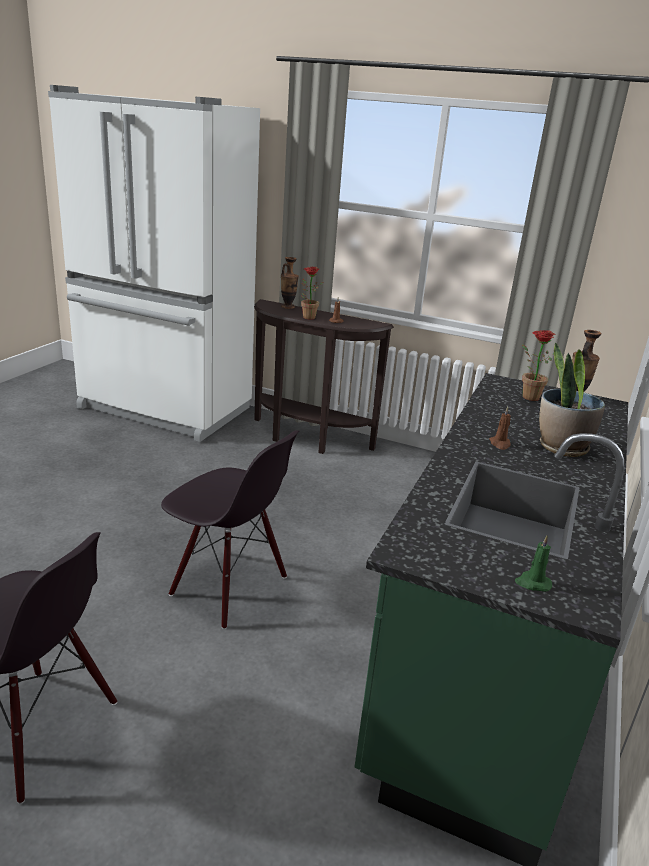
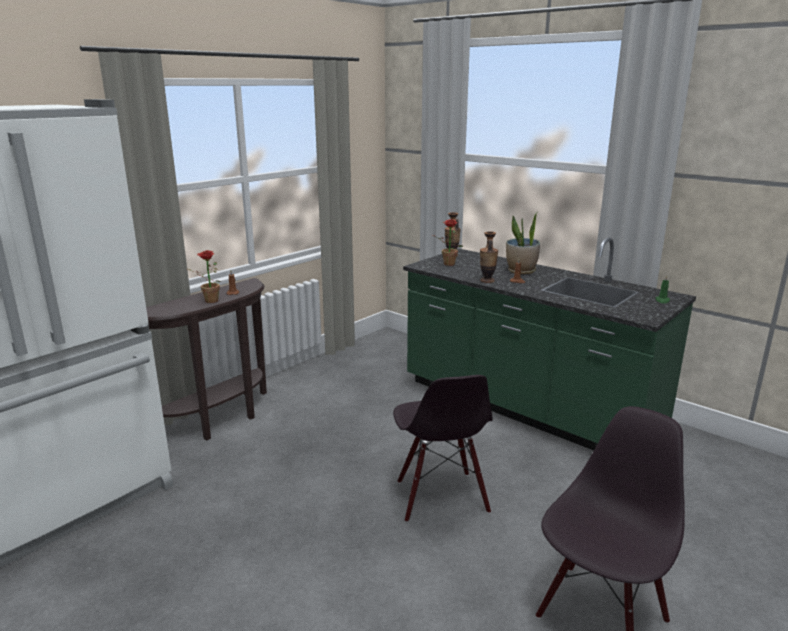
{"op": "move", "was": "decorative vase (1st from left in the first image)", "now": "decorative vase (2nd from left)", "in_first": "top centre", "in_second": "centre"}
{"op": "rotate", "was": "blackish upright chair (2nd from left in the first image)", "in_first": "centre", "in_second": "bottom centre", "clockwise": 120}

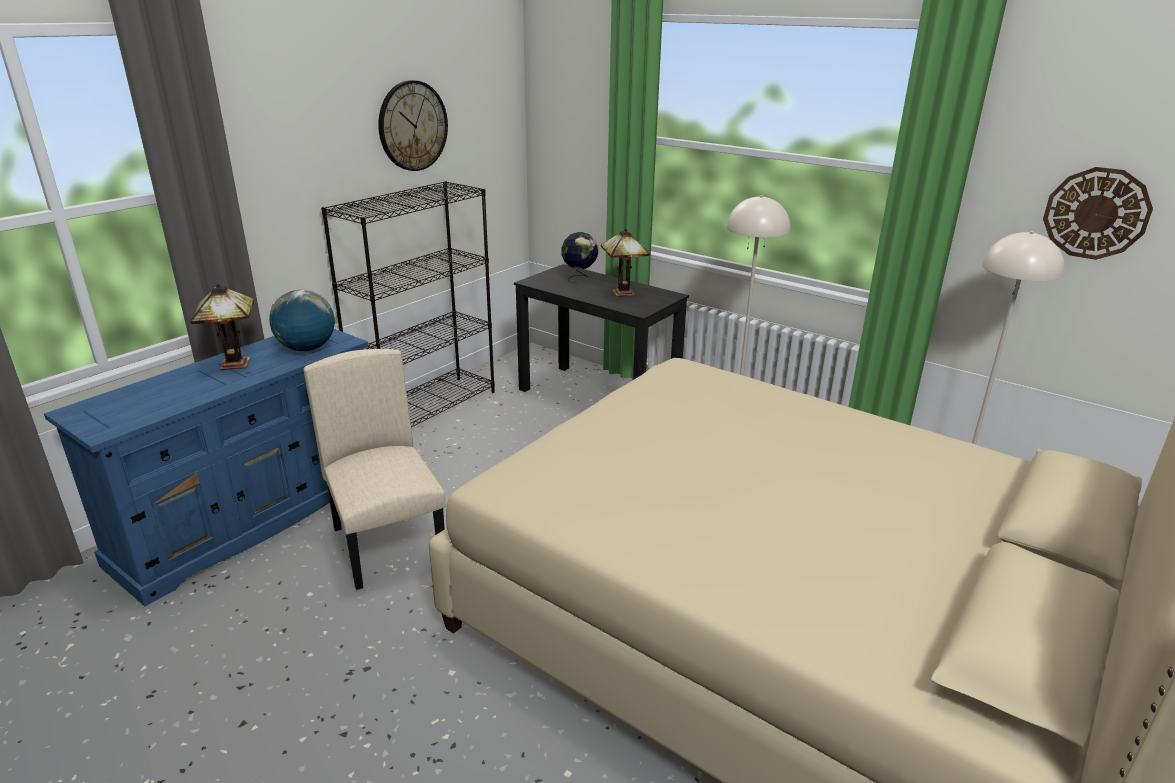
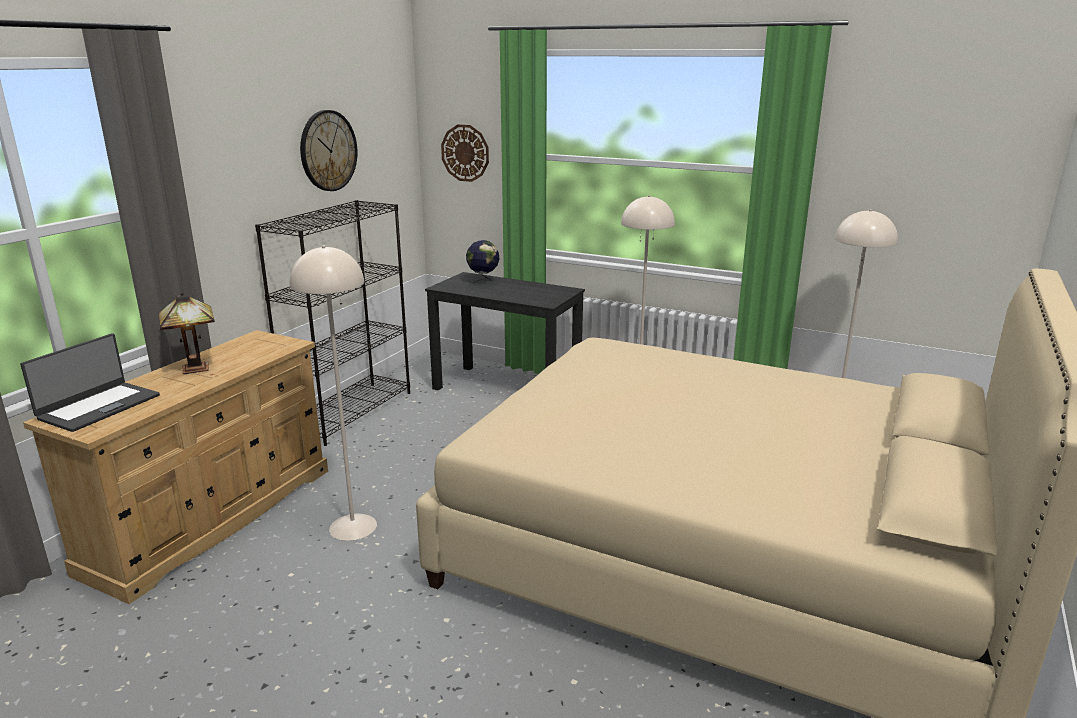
{"op": "move", "was": "clock on the wall (2nd from left)", "in_first": "top right", "in_second": "top centre"}
{"op": "delete", "was": "table lamp (2nd from left)", "in_first": "centre"}
{"op": "delete", "was": "desk globe (1st from left)", "in_first": "middle left"}
{"op": "recolor", "was": "blue-coloured drawer chest", "now": "beige-coloured drawer chest", "in_first": "middle left", "in_second": "middle left"}
{"op": "replace", "was": "beige-coloured upright chair", "now": "beige-coloured floor lamp (1st from left)", "in_first": "middle left", "in_second": "middle left"}
{"op": "insert", "now": "laptop", "in_second": "middle left"}

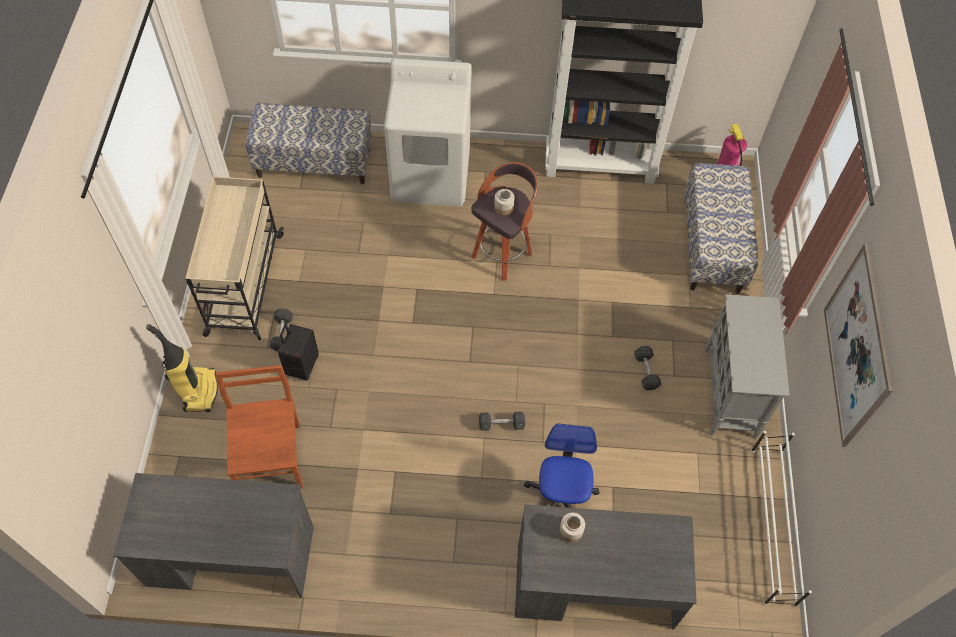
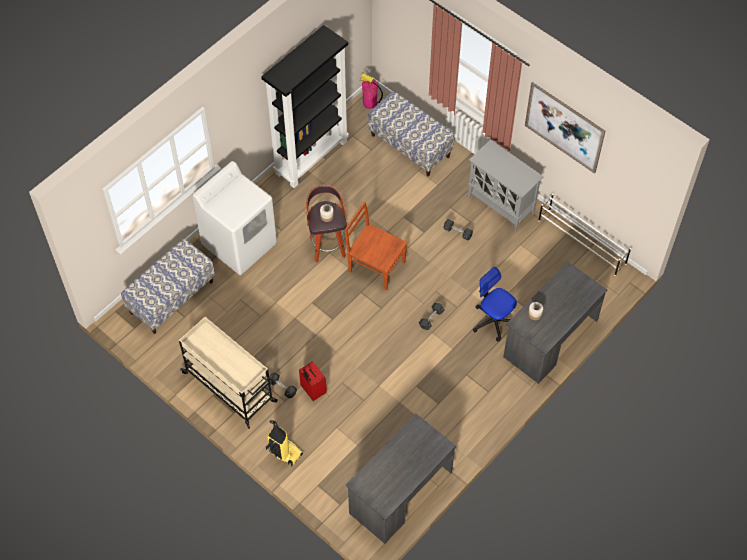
{"op": "recolor", "was": "blackish travel case", "now": "red-coloured travel case", "in_first": "middle left", "in_second": "bottom centre"}
{"op": "move", "was": "brown upright chair", "in_first": "bottom left", "in_second": "centre"}

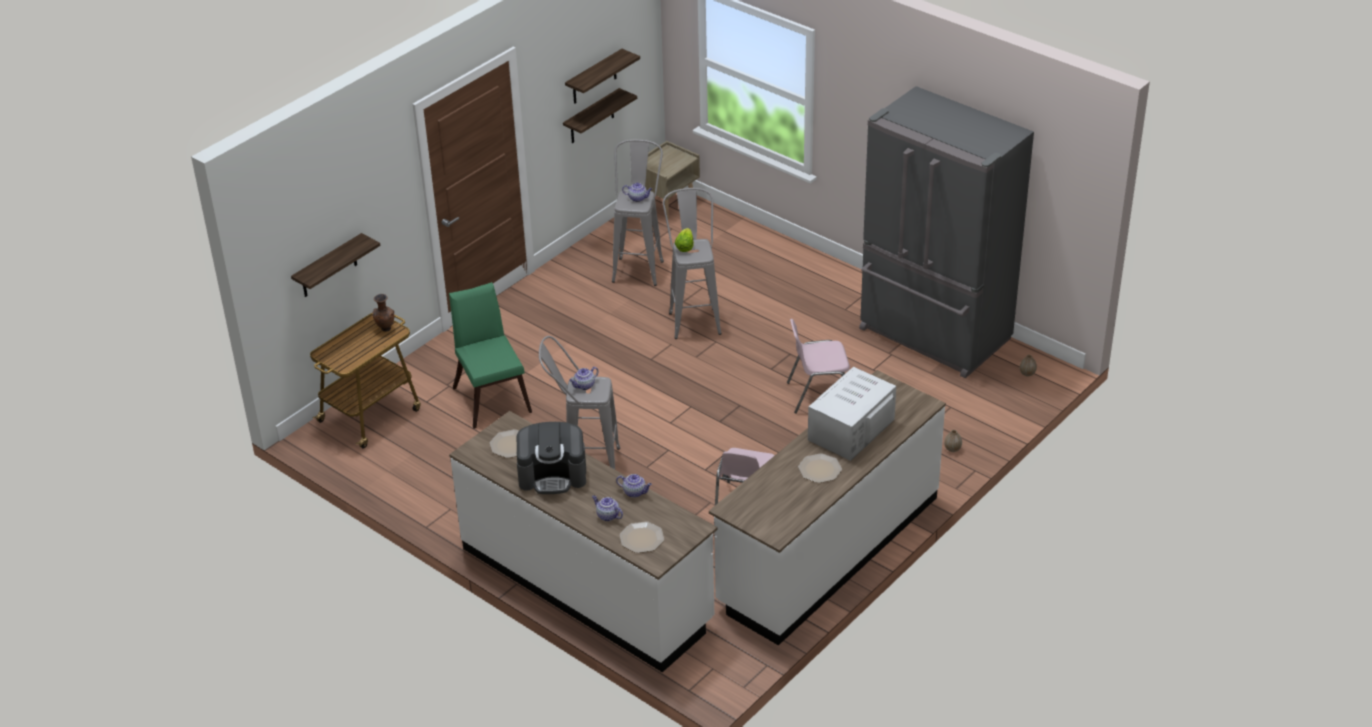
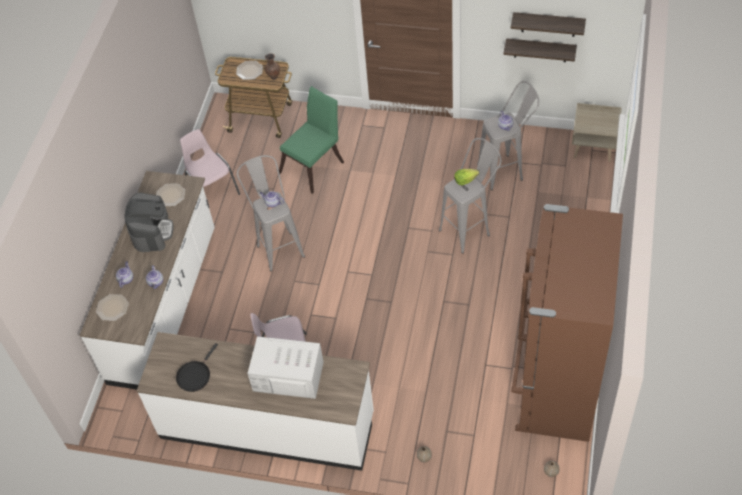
{"op": "recolor", "was": "grey kitchen fridge", "now": "brown kitchen fridge", "in_first": "top right", "in_second": "middle right"}
{"op": "delete", "was": "bracket shelf (1st from left)", "in_first": "middle left"}
{"op": "move", "was": "pinkish upright chair (2nd from left in the first image)", "now": "pinkish upright chair (1st from left)", "in_first": "centre", "in_second": "top left"}
{"op": "rotate", "was": "coffee machine", "in_first": "centre", "in_second": "middle left", "clockwise": -150}
{"op": "move", "was": "flat dish (3rd from left)", "in_first": "centre", "in_second": "top centre"}
{"op": "insert", "now": "blackish pan", "in_second": "bottom left"}

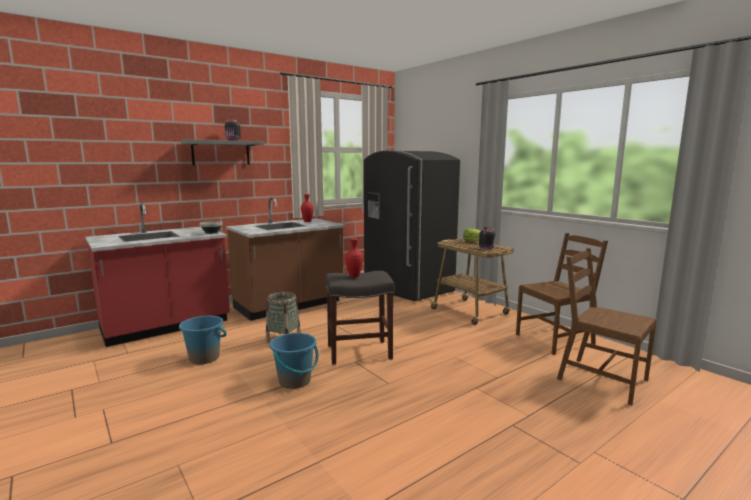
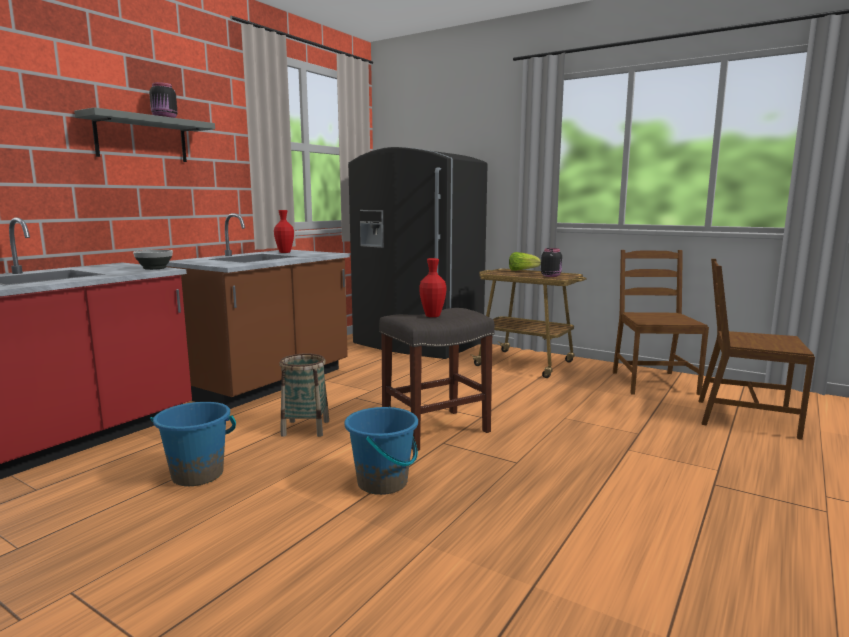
{"op": "rotate", "was": "brown upright chair (1st from left)", "in_first": "middle right", "in_second": "middle right", "clockwise": -45}

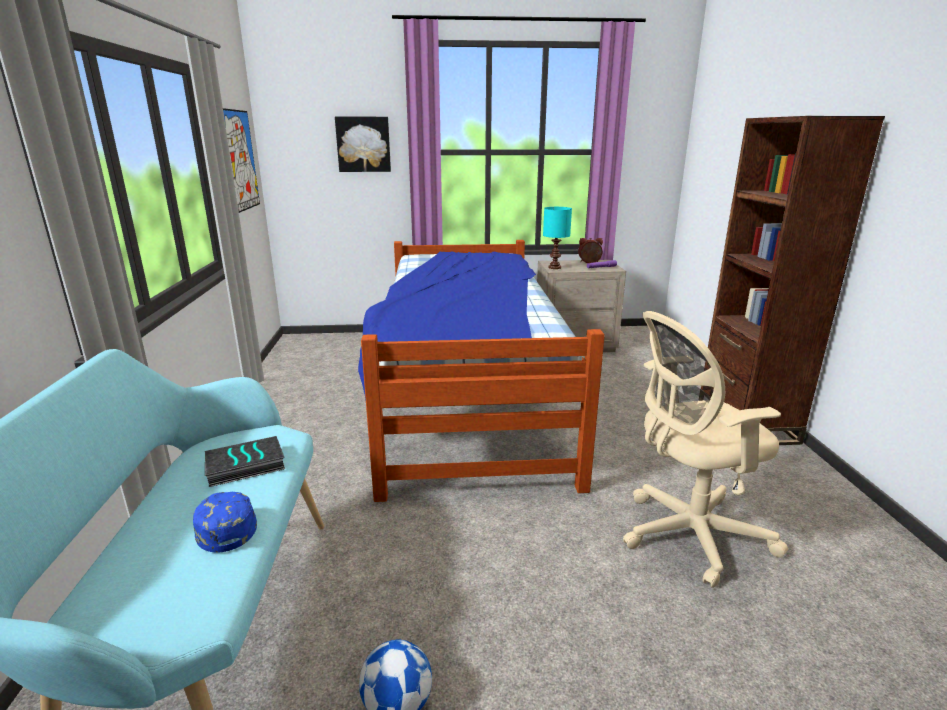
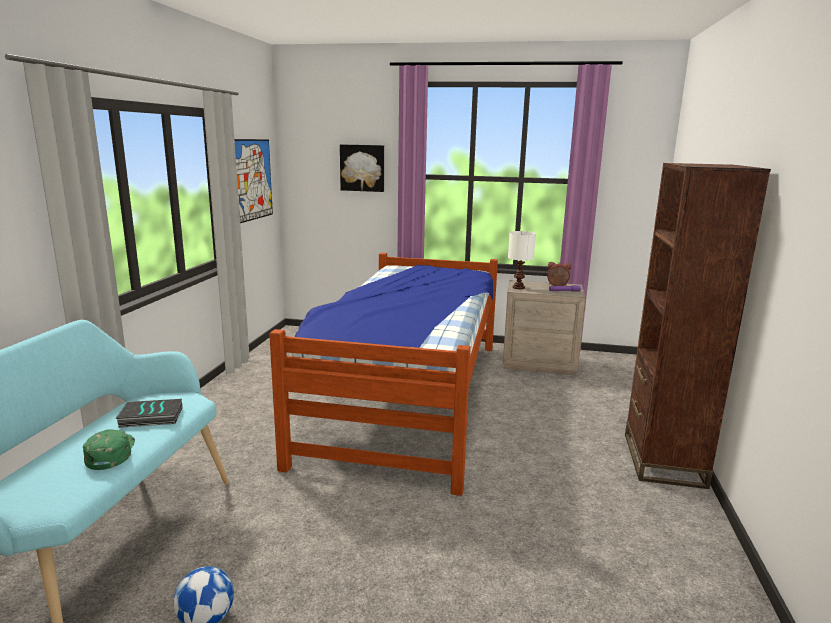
{"op": "recolor", "was": "turquoise table lamp", "now": "white-coloured table lamp", "in_first": "centre", "in_second": "centre"}
{"op": "delete", "was": "beige-coloured desk chair", "in_first": "middle right"}
{"op": "recolor", "was": "blue-coloured baseball cap", "now": "greenish baseball cap", "in_first": "bottom left", "in_second": "bottom left"}

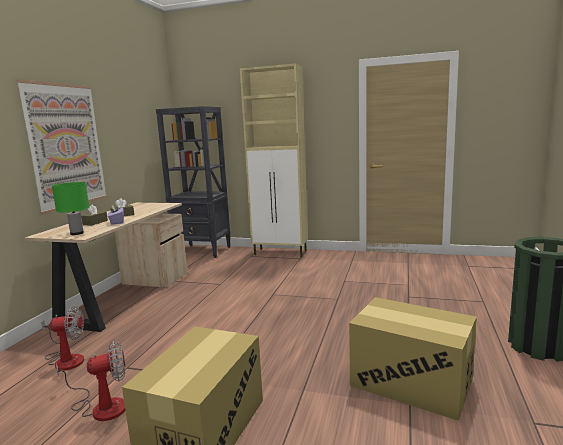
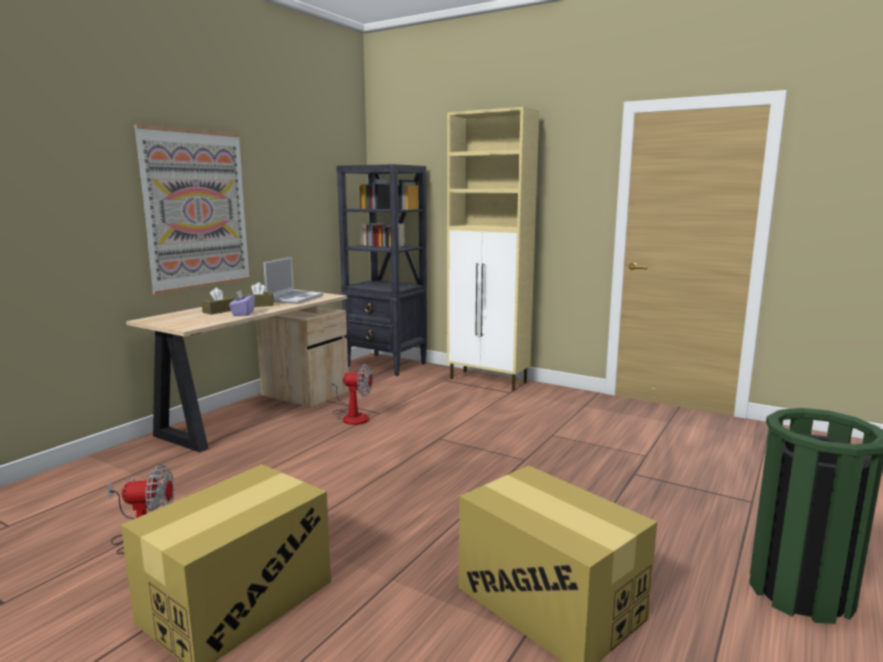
{"op": "delete", "was": "greenish table lamp", "in_first": "middle left"}
{"op": "move", "was": "cooling fan (1st from left in the first image)", "now": "cooling fan (2nd from left)", "in_first": "bottom left", "in_second": "centre"}
{"op": "insert", "now": "laptop", "in_second": "middle left"}

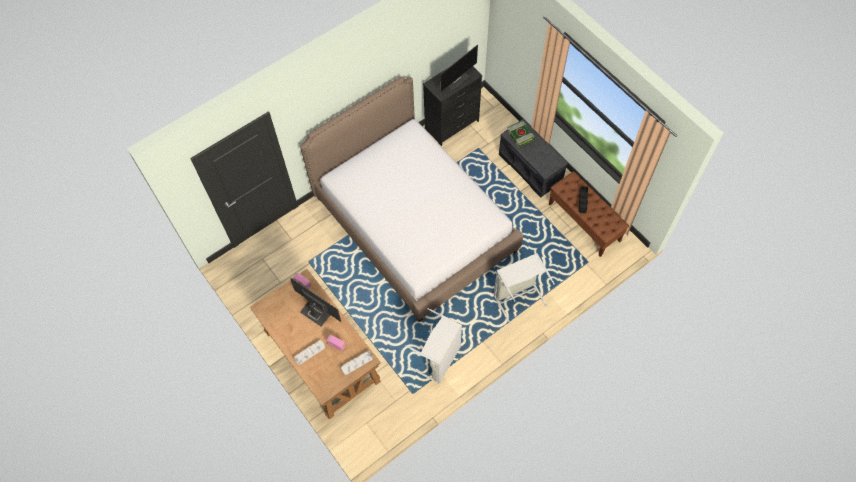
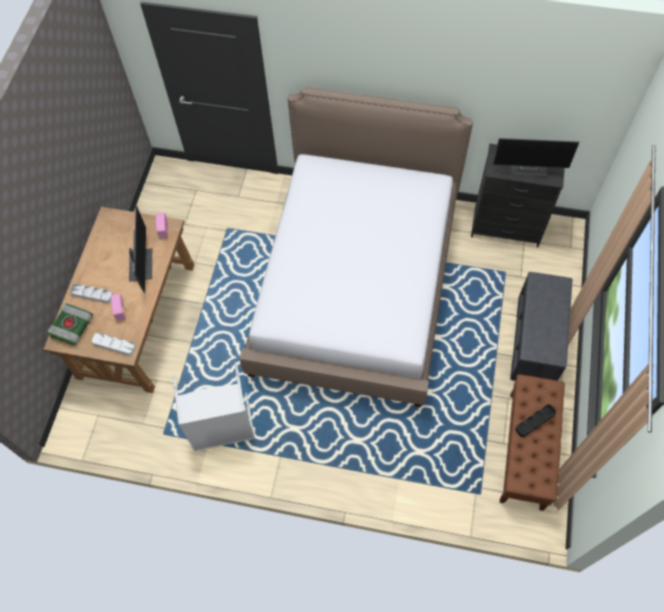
{"op": "move", "was": "volume", "in_first": "top centre", "in_second": "middle left"}
{"op": "delete", "was": "grey hamper (2nd from left)", "in_first": "centre"}

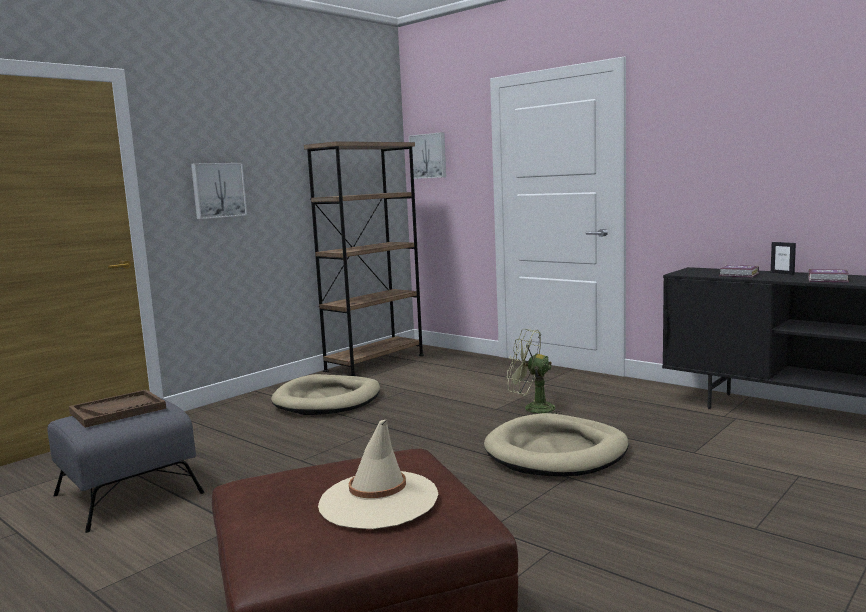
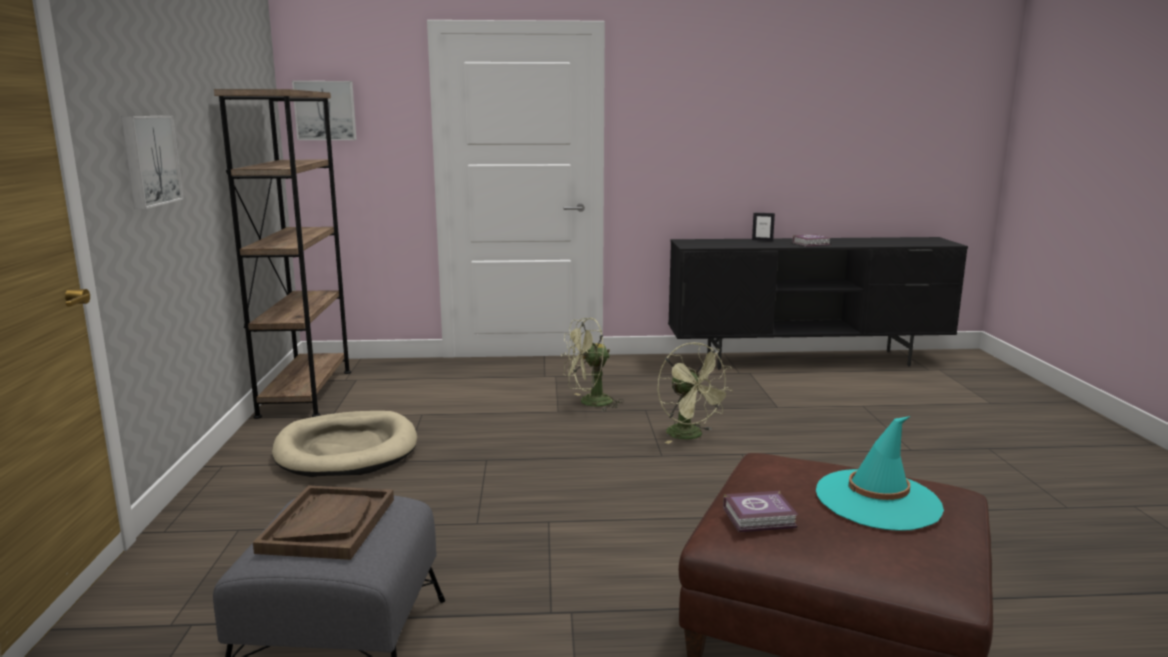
{"op": "move", "was": "volume (1st from left)", "in_first": "middle right", "in_second": "bottom centre"}
{"op": "replace", "was": "beige-coloured pet bed (2nd from left)", "now": "greenish cooling fan (2nd from left)", "in_first": "bottom centre", "in_second": "centre"}
{"op": "recolor", "was": "beige-coloured hat", "now": "turquoise hat", "in_first": "bottom centre", "in_second": "bottom right"}

